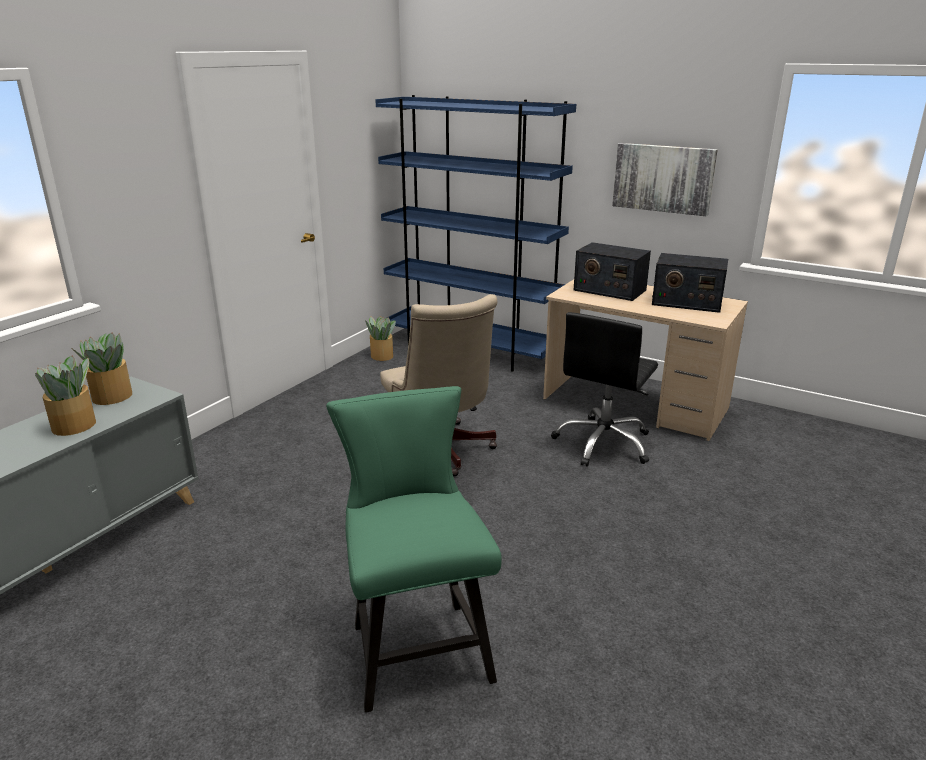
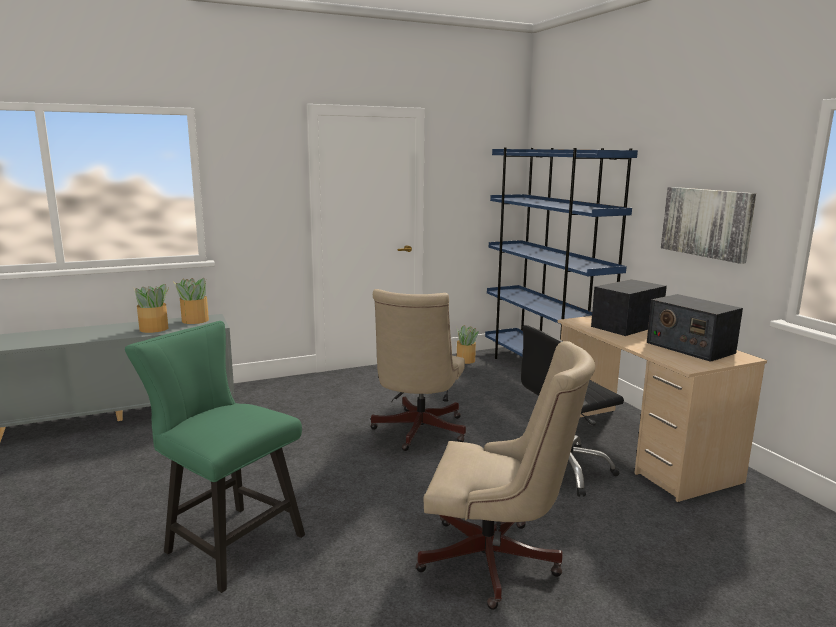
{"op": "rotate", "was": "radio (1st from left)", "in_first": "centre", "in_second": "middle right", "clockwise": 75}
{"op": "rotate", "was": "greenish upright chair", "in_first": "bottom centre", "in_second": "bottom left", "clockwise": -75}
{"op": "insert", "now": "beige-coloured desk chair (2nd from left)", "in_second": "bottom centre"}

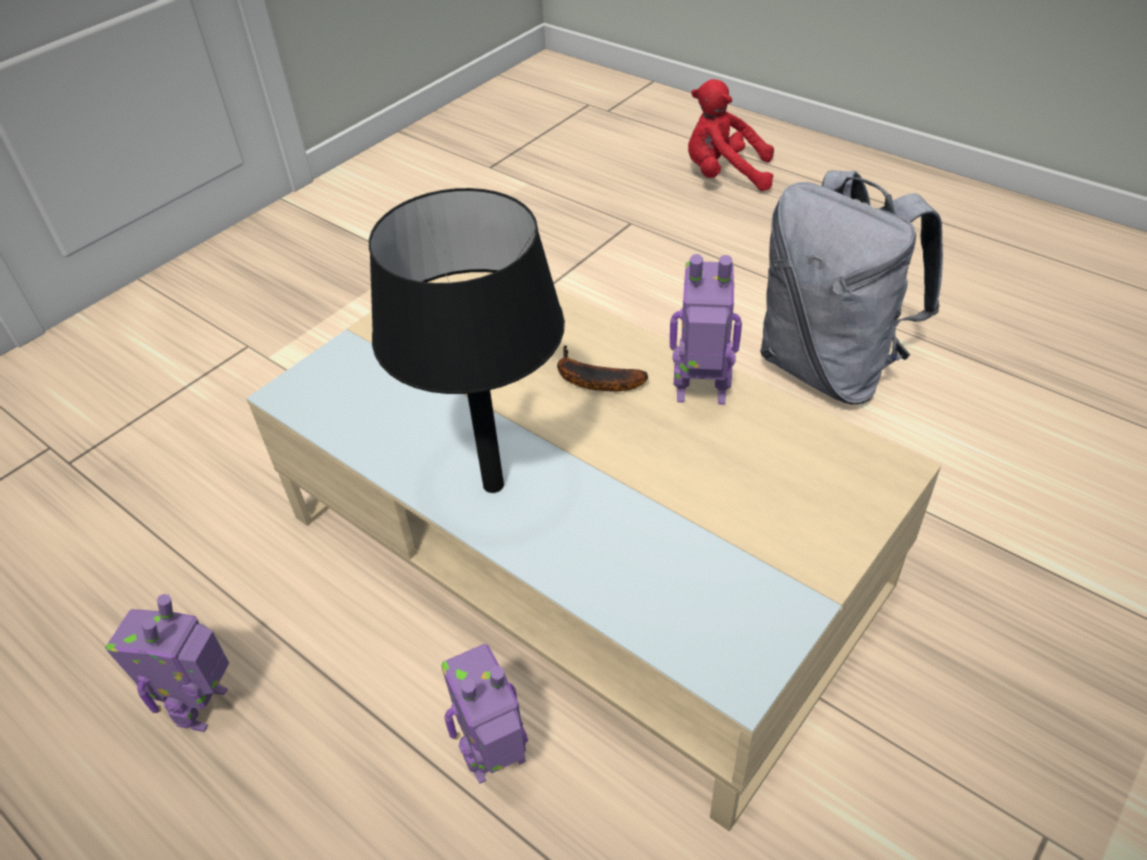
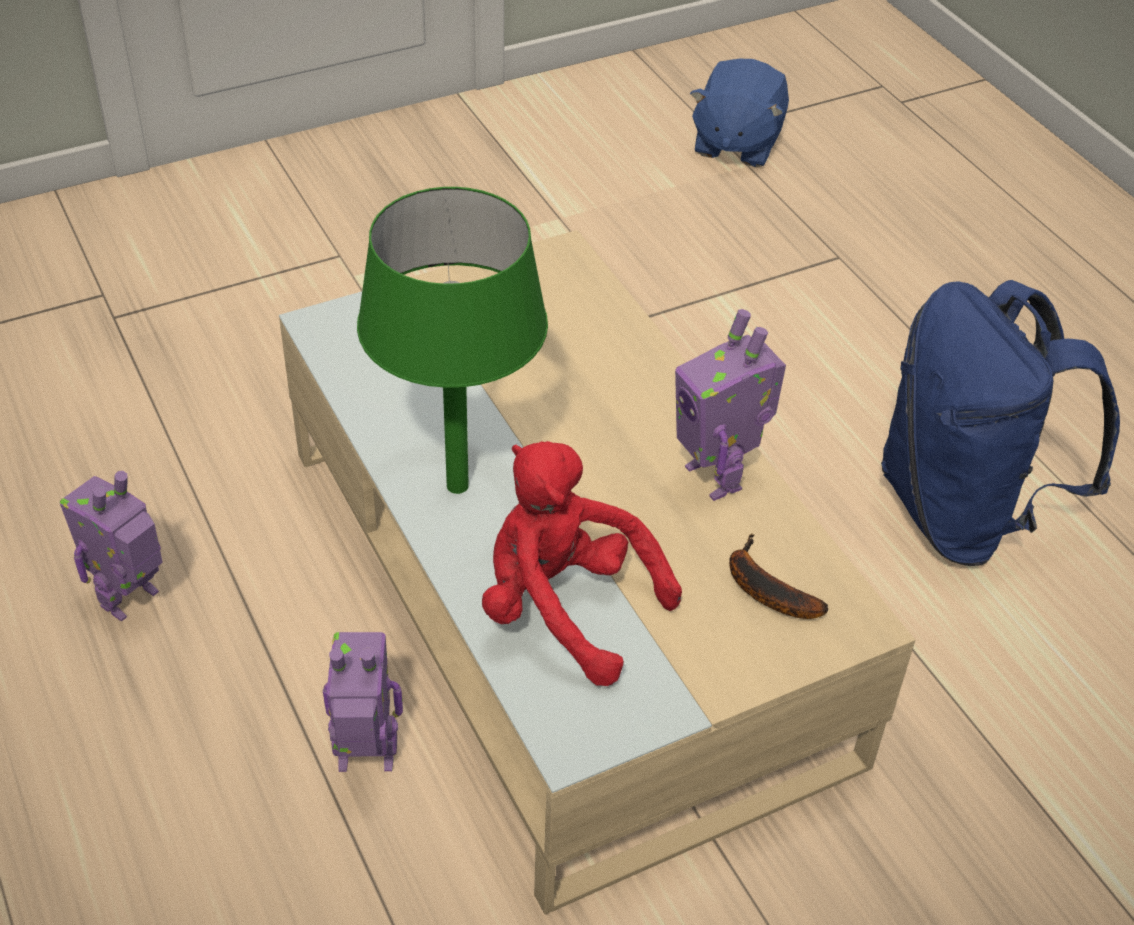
{"op": "move", "was": "red-coloured soft toy", "in_first": "top centre", "in_second": "centre"}
{"op": "recolor", "was": "grey knapsack", "now": "blue-coloured knapsack", "in_first": "middle right", "in_second": "middle right"}
{"op": "recolor", "was": "blackish table lamp", "now": "greenish table lamp", "in_first": "centre", "in_second": "centre"}
{"op": "rotate", "was": "robot figure (3rd from left)", "in_first": "centre", "in_second": "centre", "clockwise": -150}
{"op": "move", "was": "whole banana", "in_first": "centre", "in_second": "middle right"}
{"op": "insert", "now": "blue-coloured soft toy", "in_second": "top centre"}

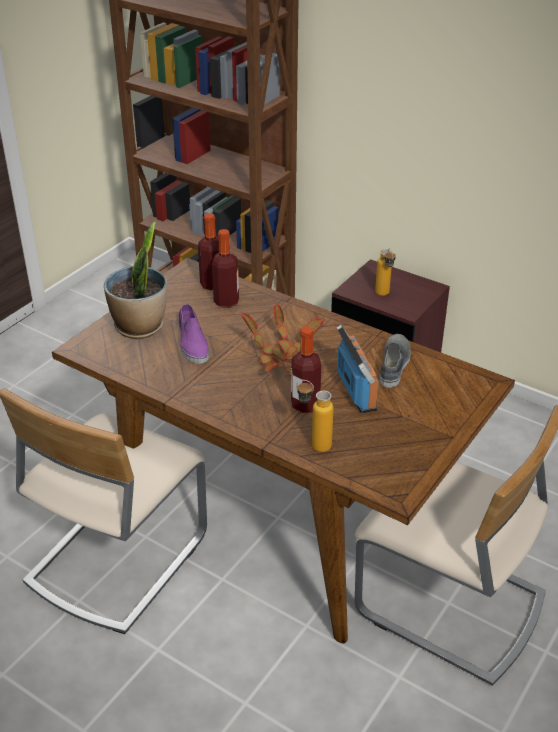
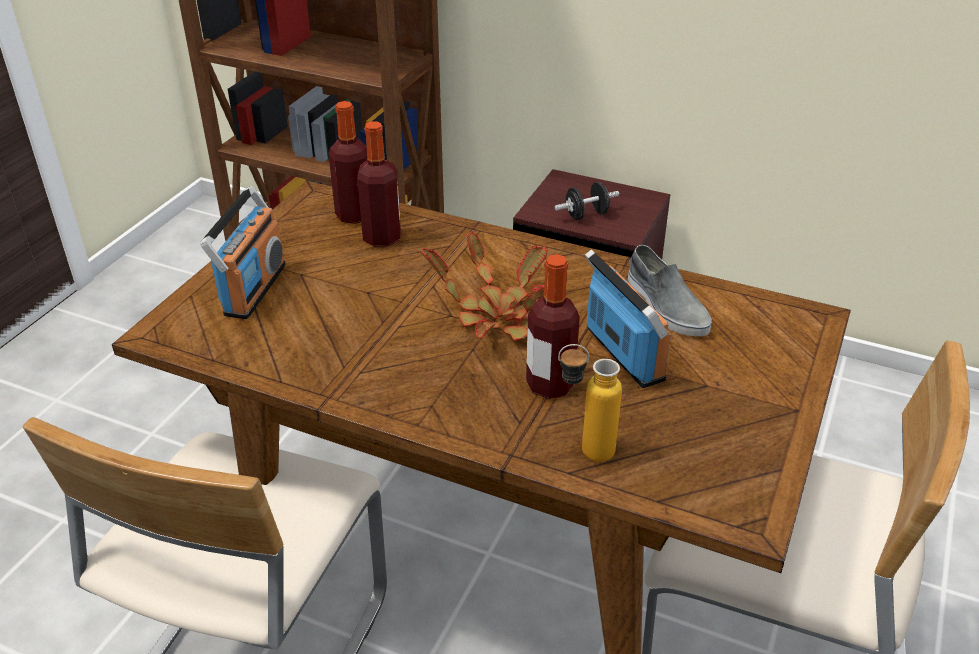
{"op": "replace", "was": "houseplant (1st from left)", "now": "radio (1st from left)", "in_first": "middle left", "in_second": "middle left"}
{"op": "replace", "was": "bottle (5th from left)", "now": "blackish hand weight", "in_first": "middle right", "in_second": "top centre"}
{"op": "delete", "was": "purplish shoe", "in_first": "centre"}
{"op": "rotate", "was": "grey shoe", "in_first": "middle right", "in_second": "middle right", "clockwise": 150}

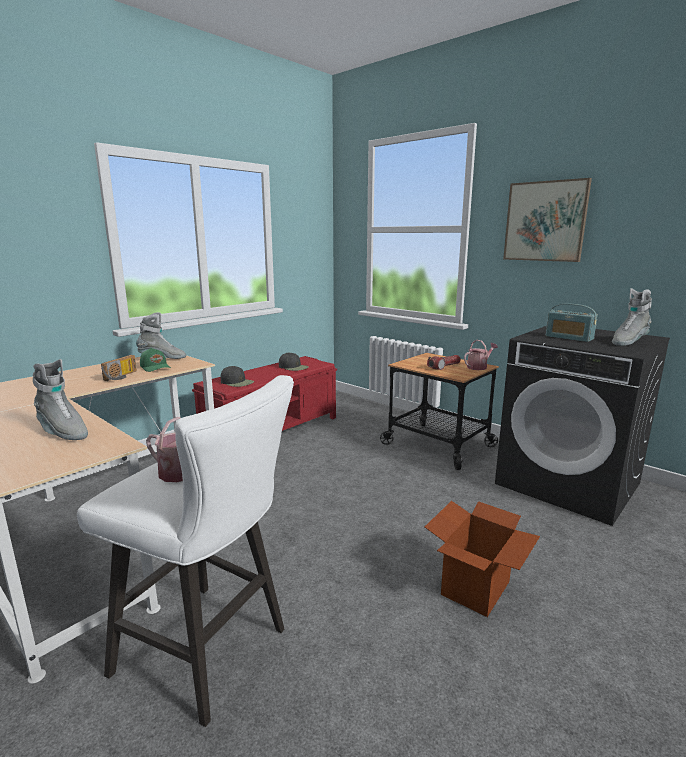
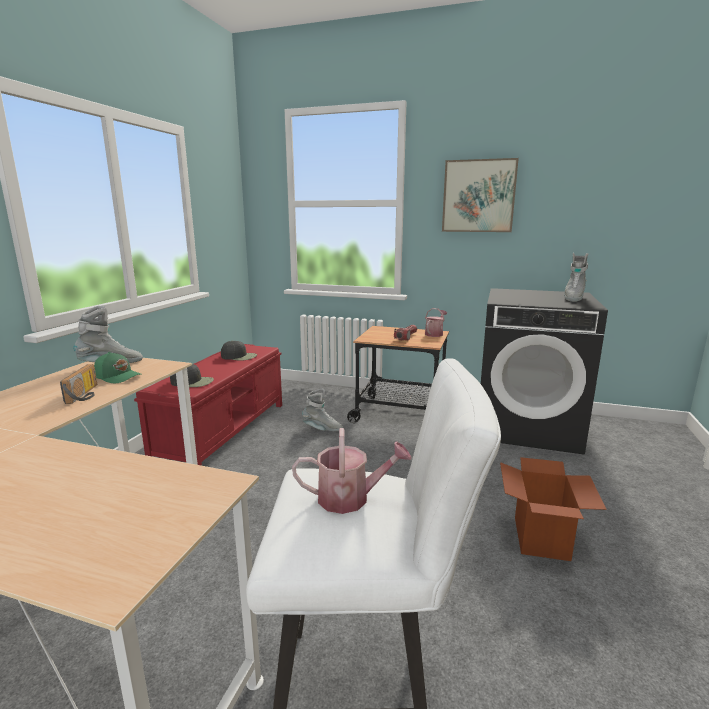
{"op": "delete", "was": "radio (2nd from left)", "in_first": "middle right"}
{"op": "move", "was": "grey tall boot (1st from left in the first image)", "now": "grey tall boot (2nd from left)", "in_first": "middle left", "in_second": "centre"}

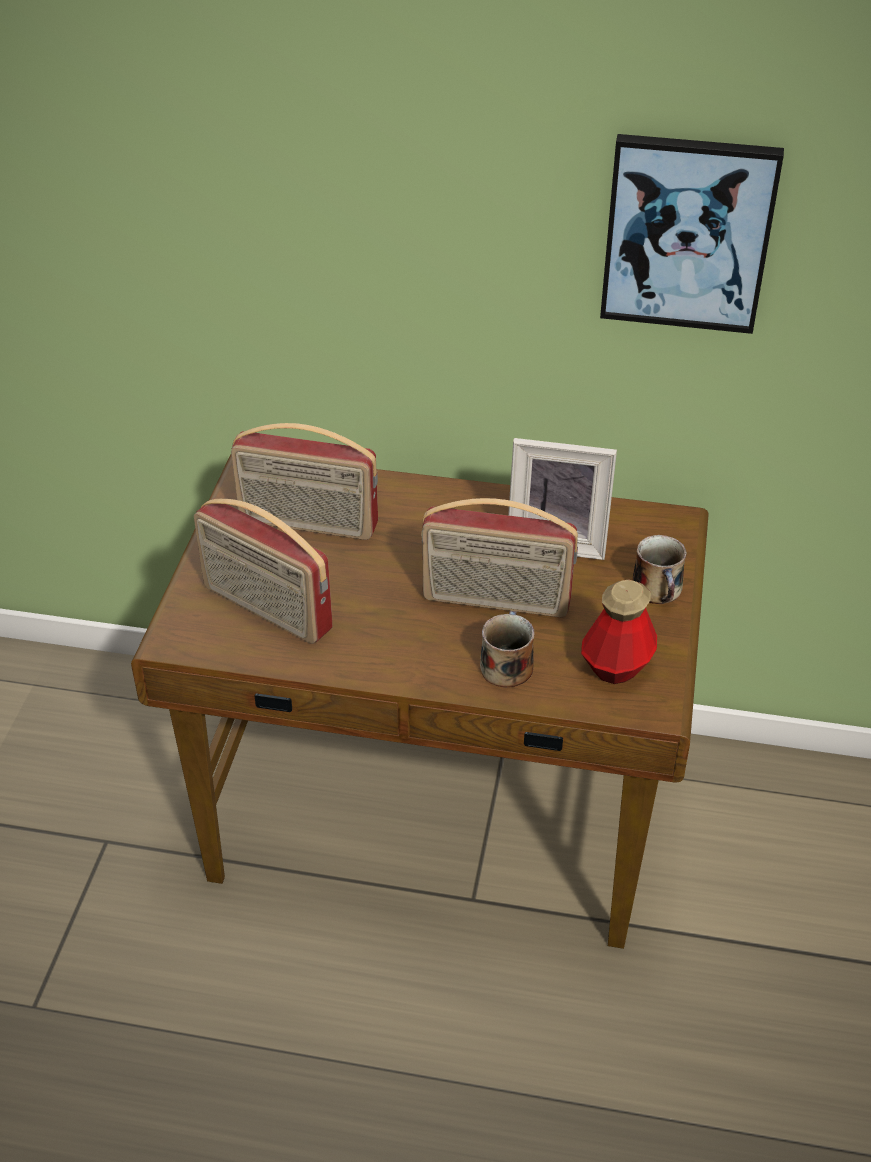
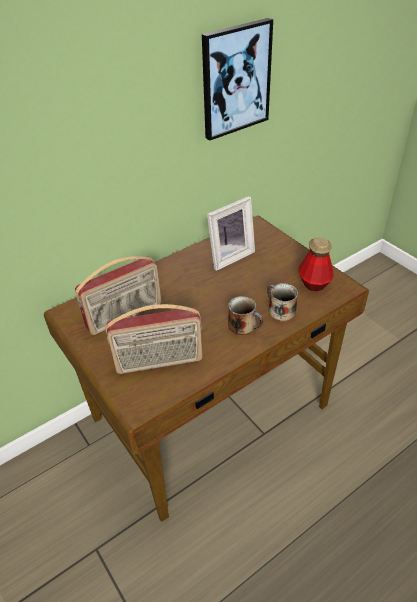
{"op": "delete", "was": "radio (3rd from left)", "in_first": "centre"}
{"op": "move", "was": "mug (2nd from left in the first image)", "now": "mug (1st from left)", "in_first": "middle right", "in_second": "centre"}

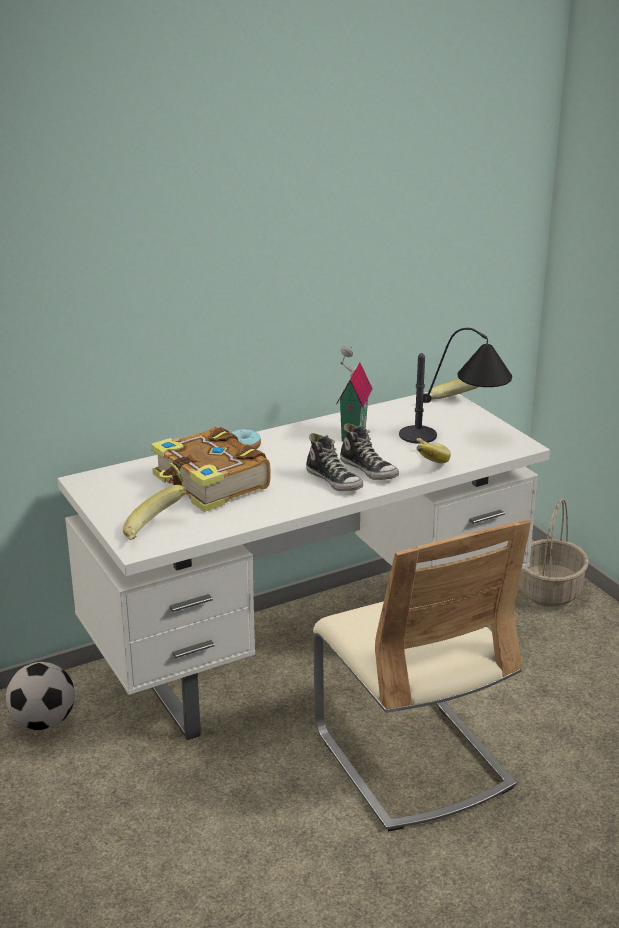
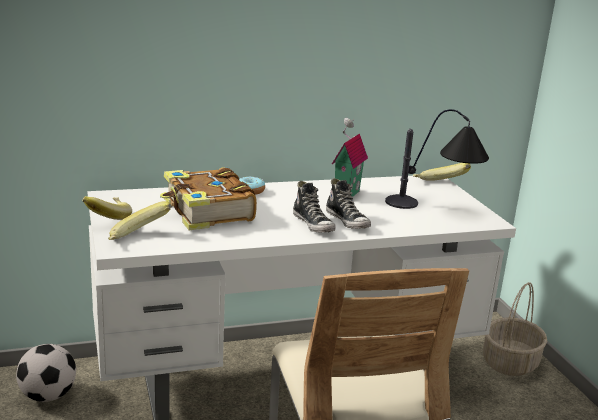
{"op": "move", "was": "whole banana (2nd from left in the first image)", "now": "whole banana (1st from left)", "in_first": "middle right", "in_second": "middle left"}

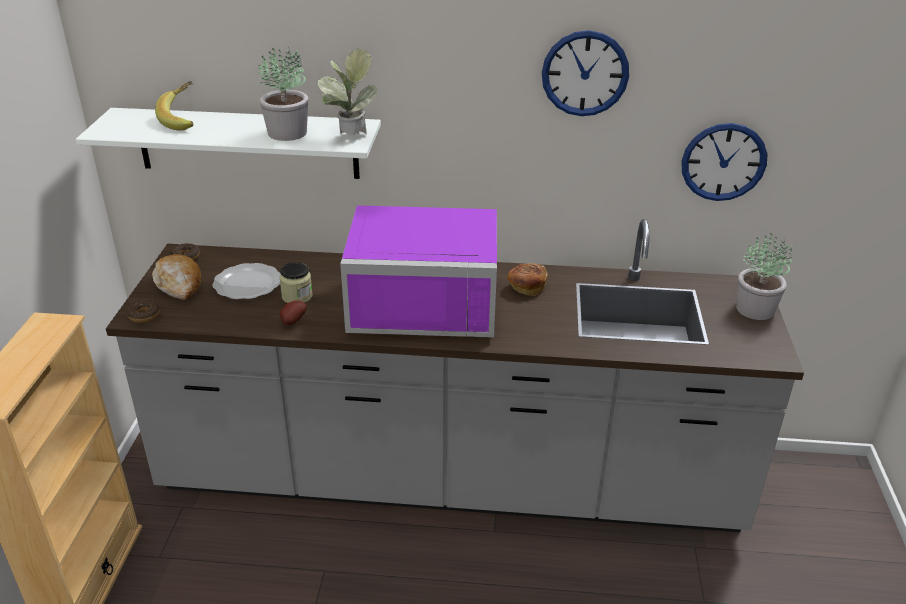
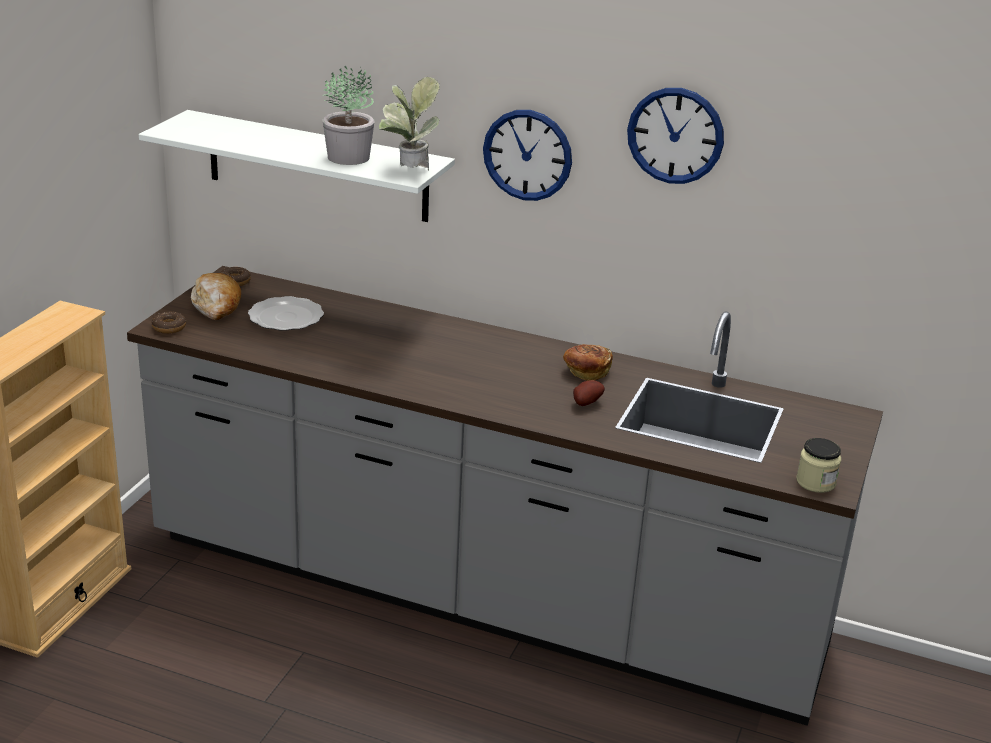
{"op": "delete", "was": "whole banana", "in_first": "top left"}
{"op": "move", "was": "clock on the wall (2nd from left in the first image)", "now": "clock on the wall (1st from left)", "in_first": "top right", "in_second": "top centre"}
{"op": "delete", "was": "purplish kitchen microwave", "in_first": "centre"}
{"op": "delete", "was": "houseplant (3rd from left)", "in_first": "middle right"}
{"op": "move", "was": "storage jar", "in_first": "middle left", "in_second": "middle right"}
{"op": "move", "was": "whole potato", "in_first": "middle left", "in_second": "centre"}

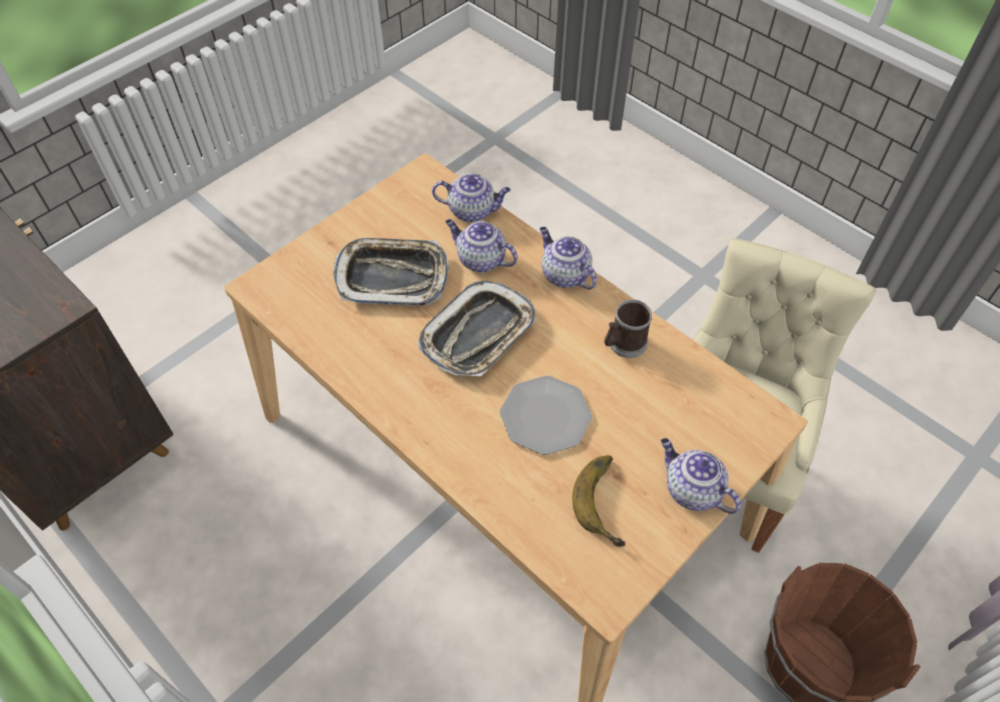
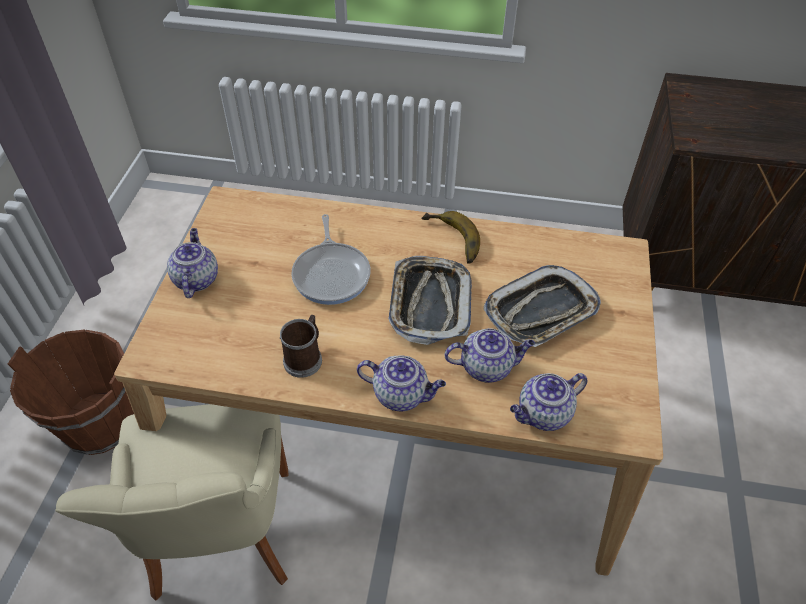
{"op": "replace", "was": "flat dish", "now": "pan", "in_first": "centre", "in_second": "centre"}
{"op": "rotate", "was": "teapot (4th from left in the first image)", "in_first": "bottom right", "in_second": "middle left", "clockwise": -105}
{"op": "move", "was": "whole banana", "in_first": "bottom centre", "in_second": "centre"}

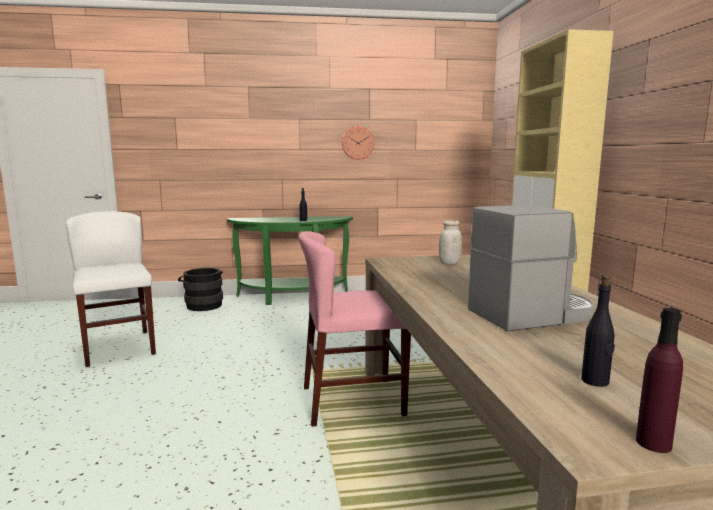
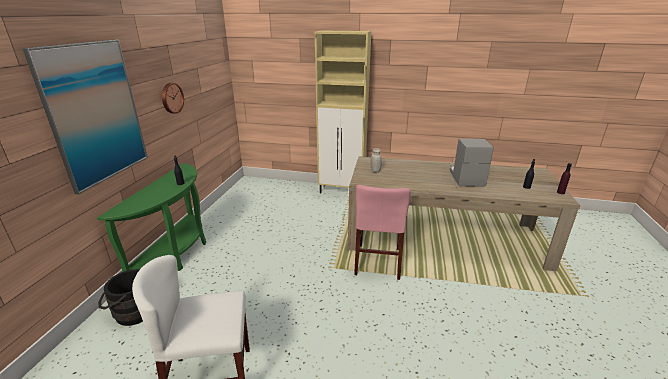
{"op": "insert", "now": "wall art", "in_second": "top left"}

